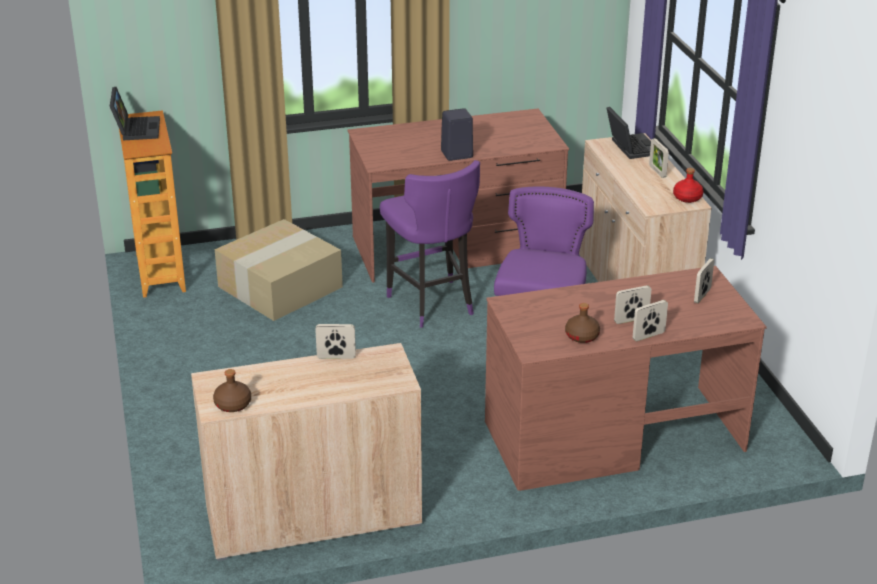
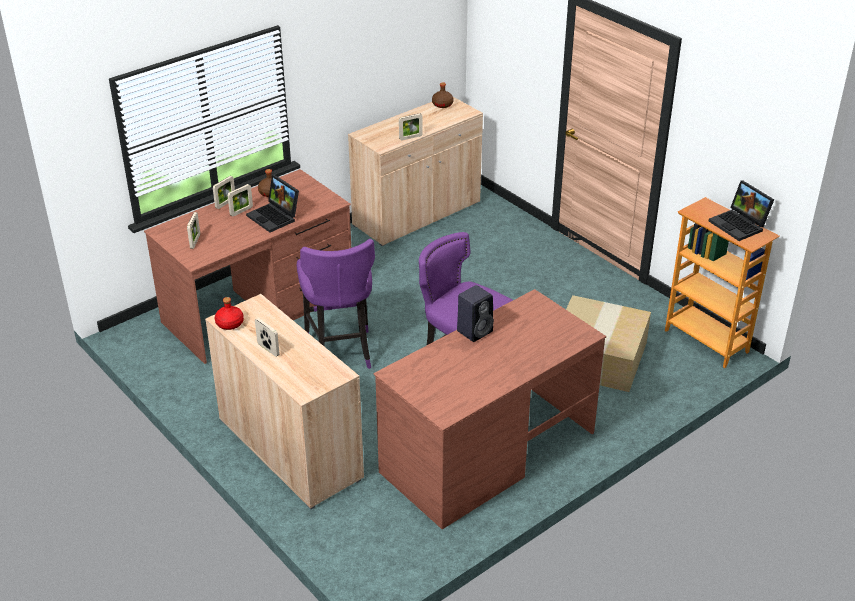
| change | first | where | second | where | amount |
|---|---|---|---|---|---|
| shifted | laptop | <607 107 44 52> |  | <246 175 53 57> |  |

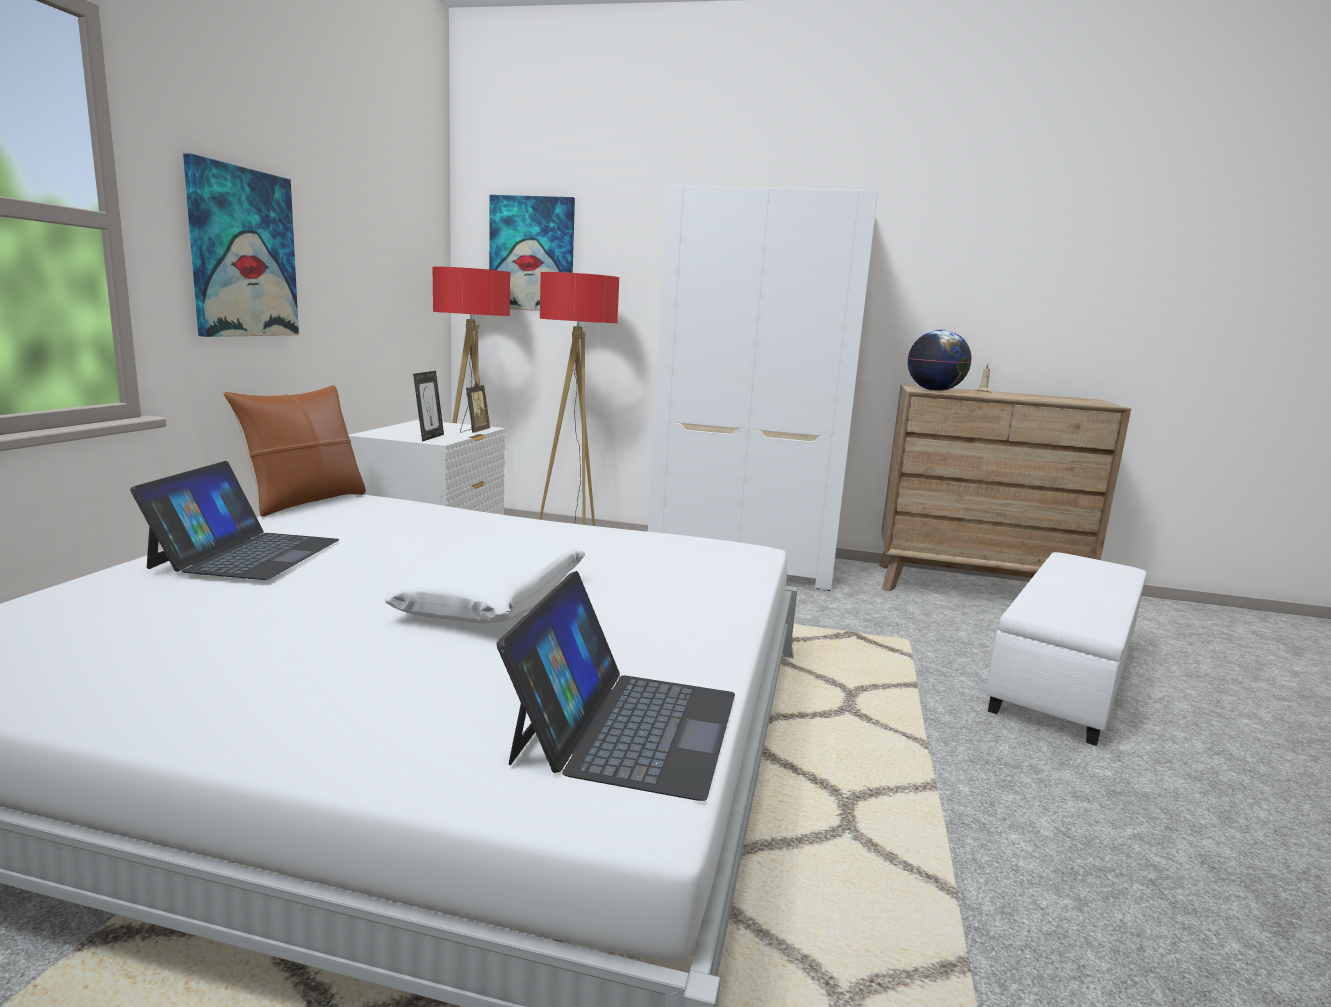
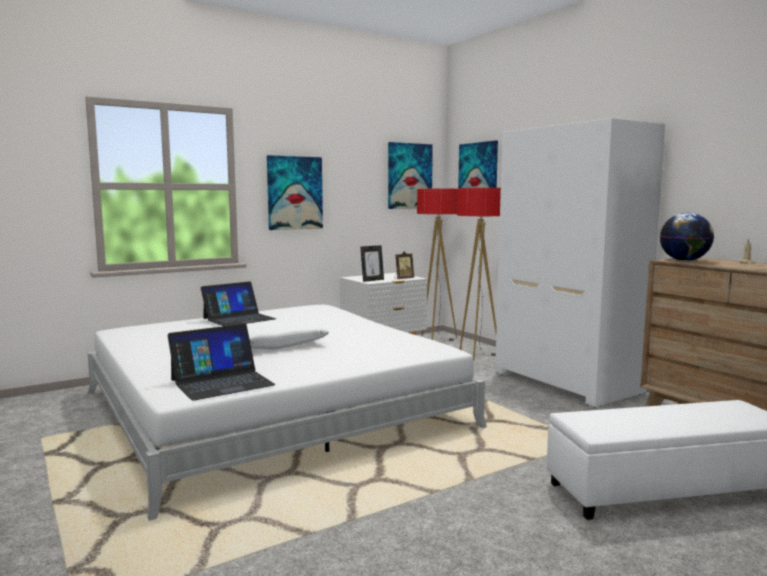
| change | first | where | second | where | amount |
|---|---|---|---|---|---|
| new |  |  | wall art | <388 142 45 67> |  |
| gone | brownish pillow | <223 385 143 132> |  |  |  |

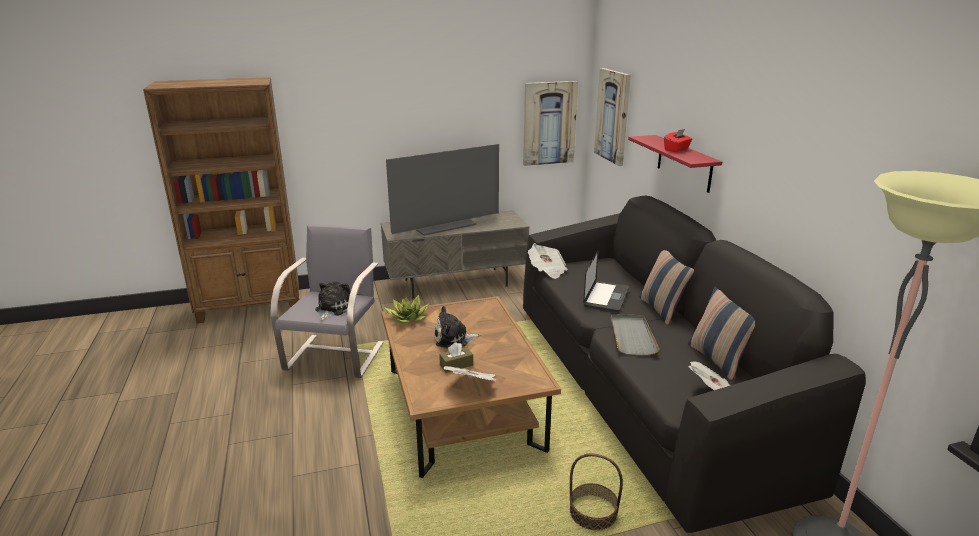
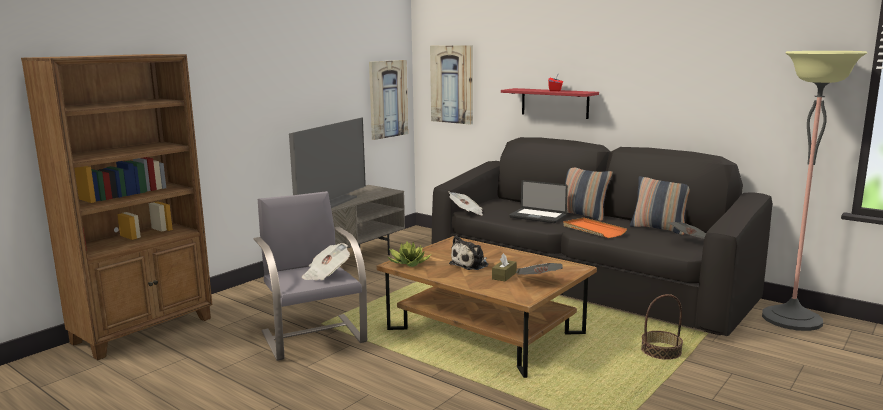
| change | first | where | second | where | amount |
|---|---|---|---|---|---|
| swapped | plush toy | <315 281 35 40> | printed paper | <302 243 48 37> |  |
| rotated | laptop | <583 251 46 61> |  | <509 180 59 43> | 135 degrees clockwise |
| repainted | grey carrying tray | <611 314 49 41> | orangey carrying tray | <563 217 64 21> |  |

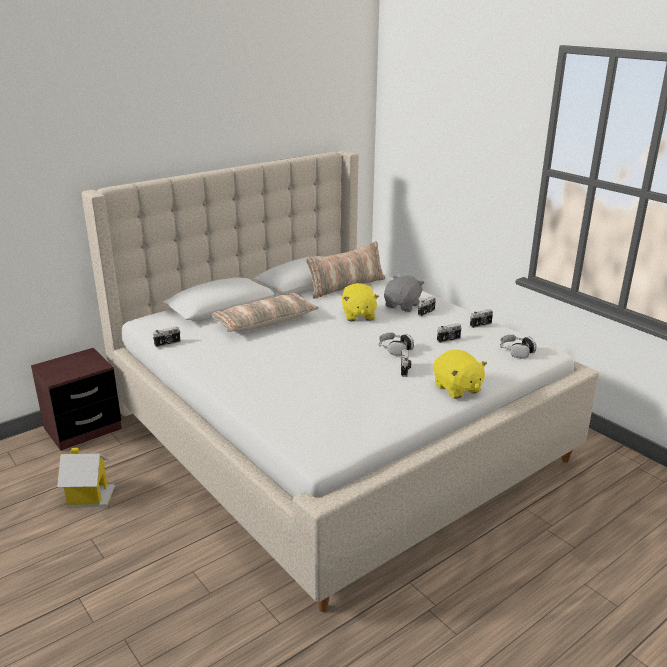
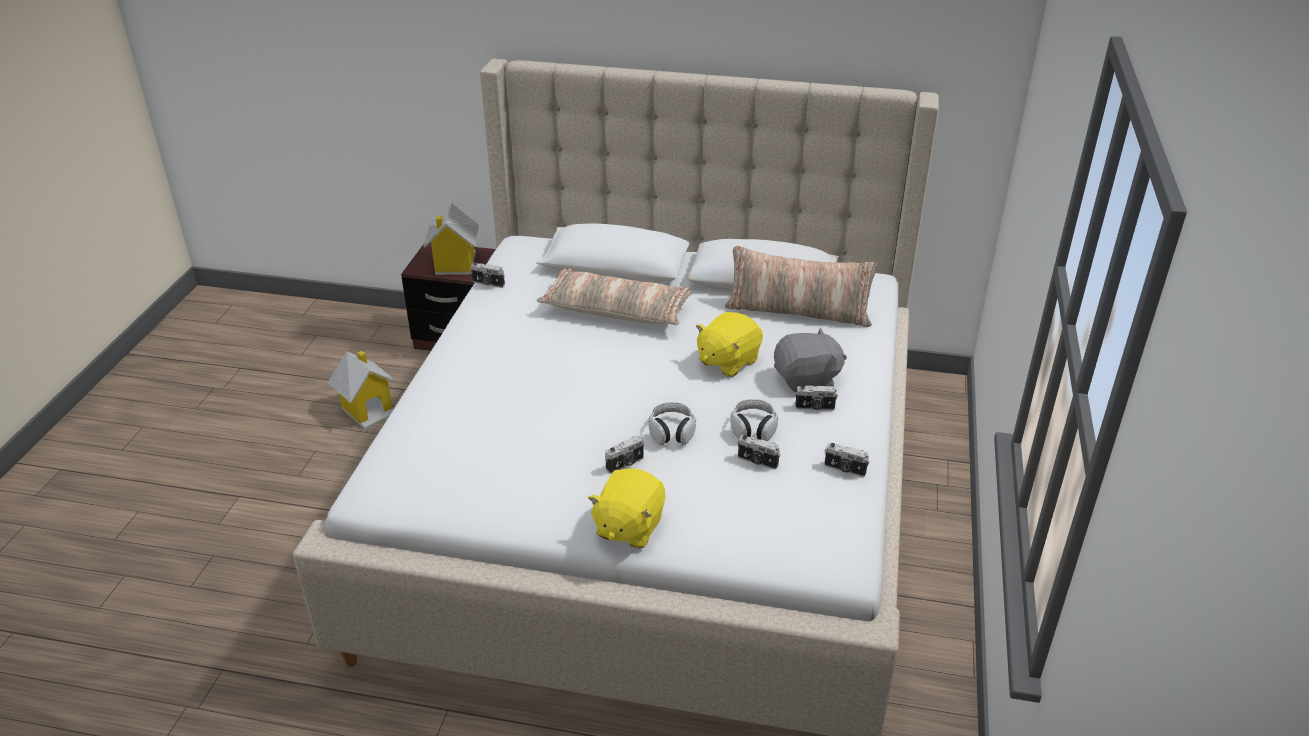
| change | first | where | second | where | amount |
|---|---|---|---|---|---|
| new |  |  | miniature house | <423 203 56 72> |  |
| shifted | headphones | <500 335 37 23> |  | <730 399 48 42> |  |

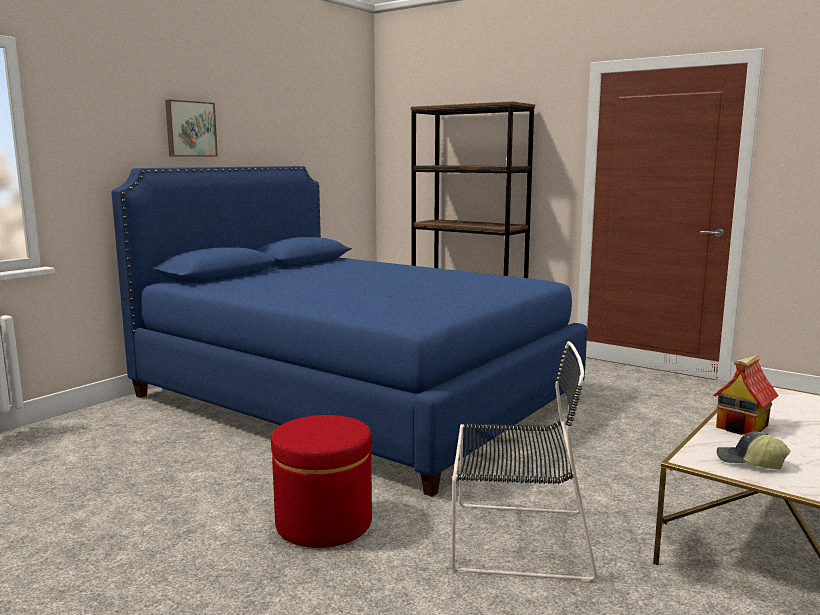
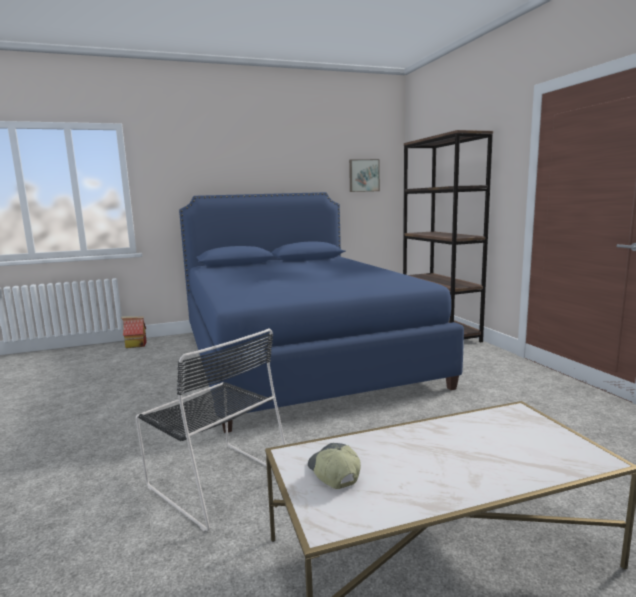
| change | first | where | second | where | amount |
|---|---|---|---|---|---|
| shifted | miniature house | <713 355 66 80> |  | <121 316 26 32> |  |
| shifted | wall art | <165 99 53 58> |  | <349 159 31 33> |  |
| gone | red footrest | <271 415 101 133> |  |  |  |

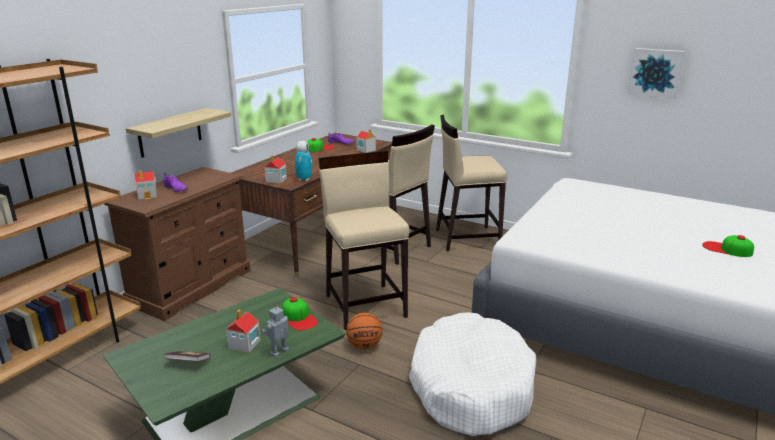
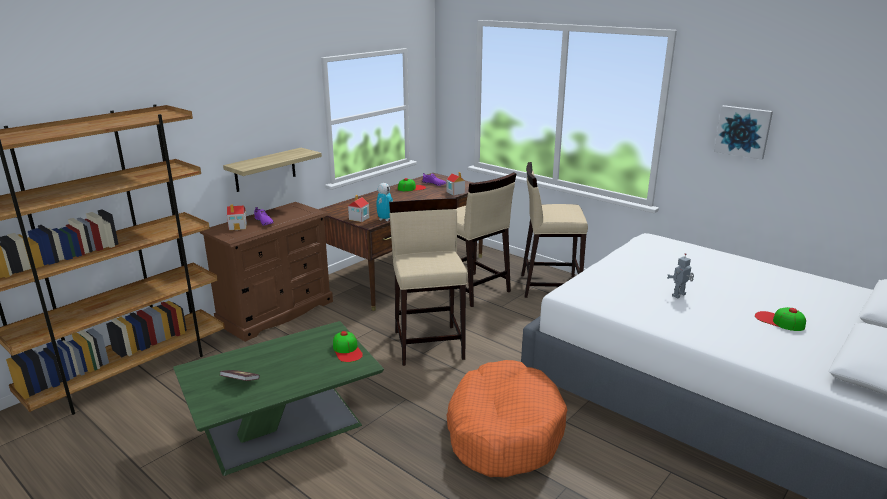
| change | first | where | second | where | amount |
|---|---|---|---|---|---|
| repainted | whitish pet bed | <409 312 127 124> | orangey pet bed | <447 360 120 117> |  |
| shifted | model robot | <261 304 28 54> |  | <667 253 27 45> |  |
| gone | miniature house | <226 309 35 44> |  |  |  |
| gone | basketball ball | <346 313 36 37> |  |  |  |

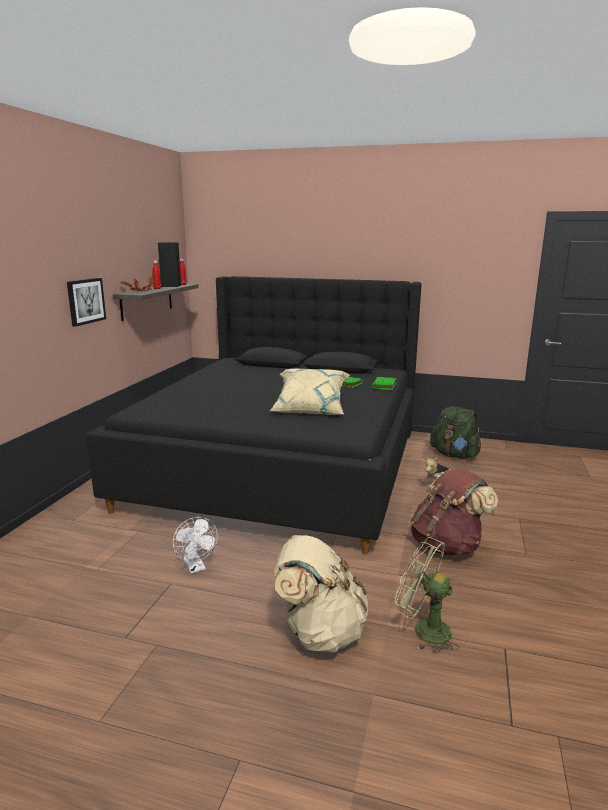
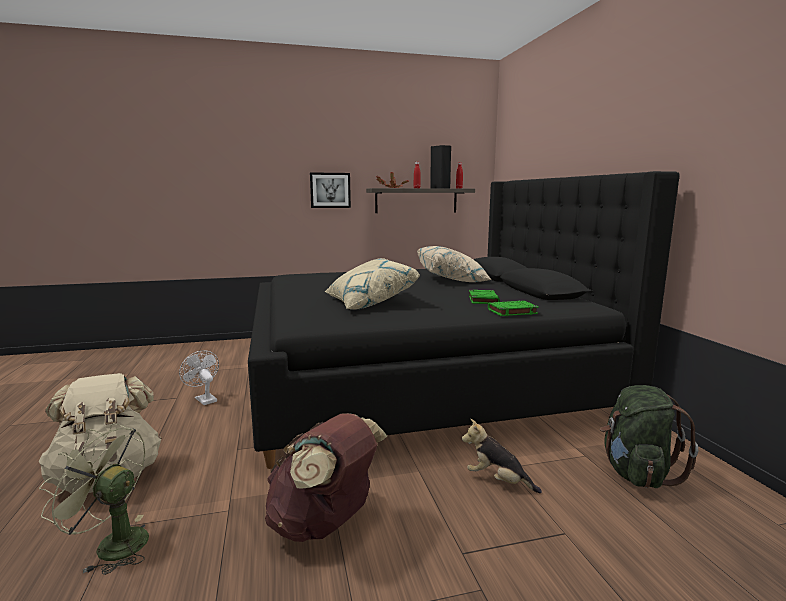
| change | first | where | second | where | amount |
|---|---|---|---|---|---|
| rotated | green-coloured fan | <395 537 64 117> |  | <39 423 110 152> | 75 degrees counterclockwise |
| rotated | whitish fan | <173 517 45 57> |  | <179 350 40 55> | 105 degrees clockwise |
| new |  |  | beige pillow | <417 246 75 36> |  |

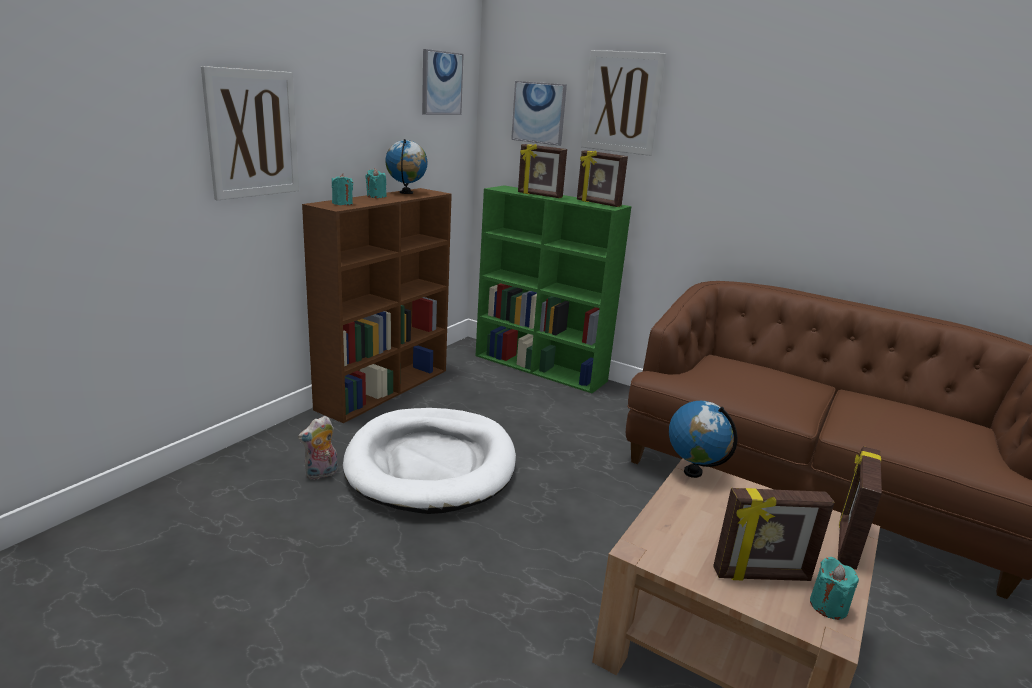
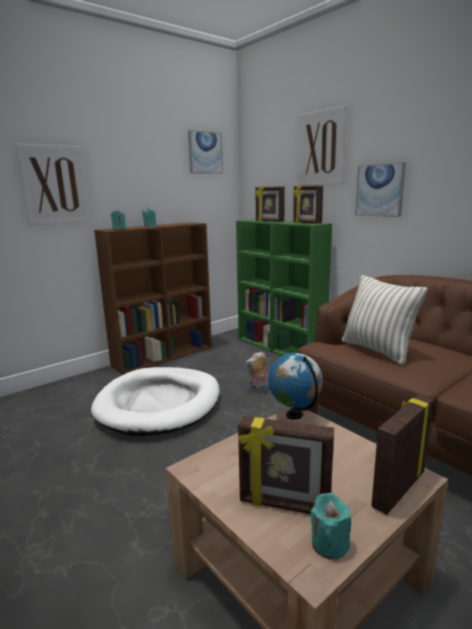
| change | first | where | second | where | amount |
|---|---|---|---|---|---|
| shifted | plush toy | <298 416 40 64> |  | <245 351 23 42> |  |
| new |  |  | pillow | <342 275 86 90> |  |
| shifted | wall art | <511 81 56 65> |  | <355 162 51 55> |  |
| gone | globe | <385 139 43 55> |  |  |  |

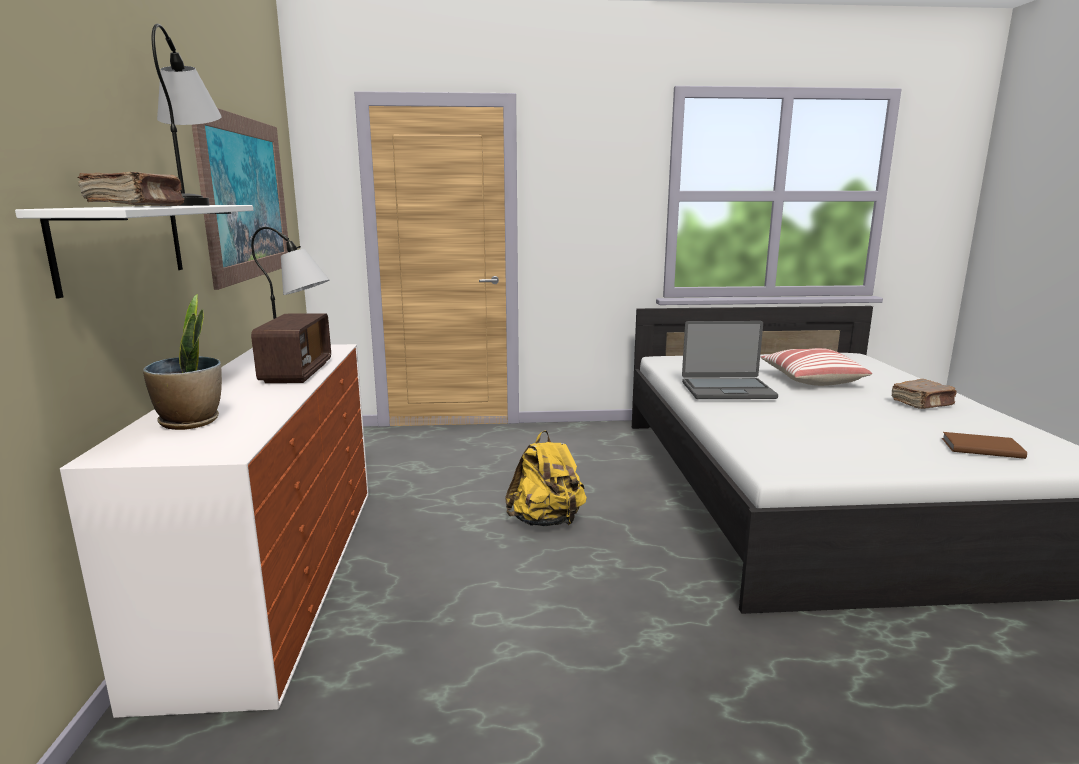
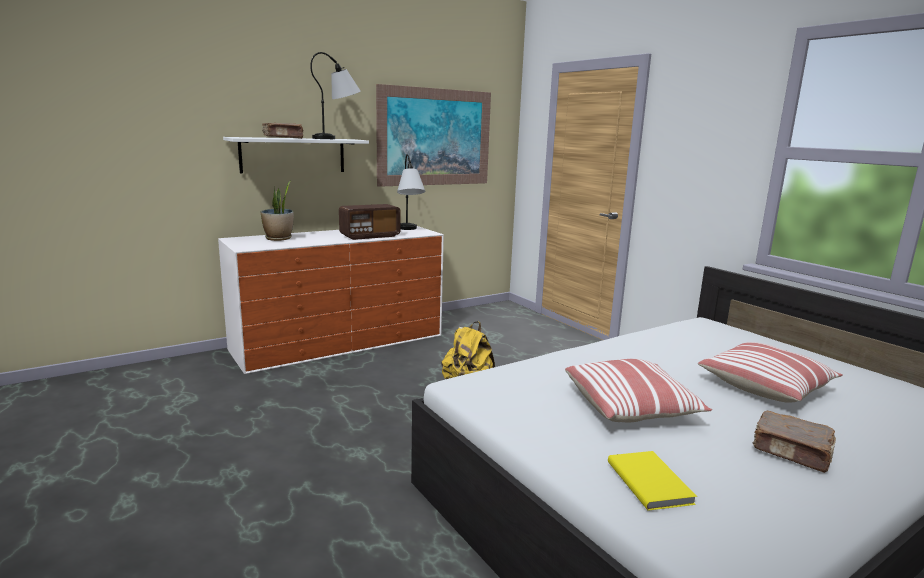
| change | first | where | second | where | amount |
|---|---|---|---|---|---|
| new |  |  | pillow | <565 359 147 63> |  |
| repainted | brownish volume | <942 432 85 27> | yellowish volume | <608 451 89 60> |  |
| gone | laptop | <682 321 96 78> |  |  |  |

